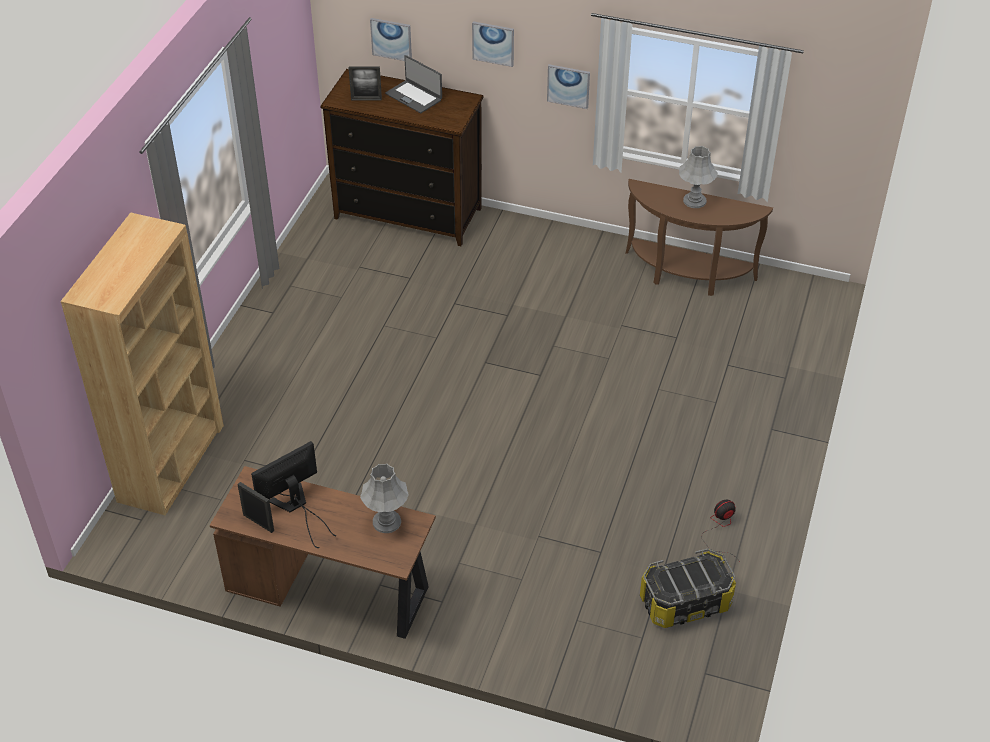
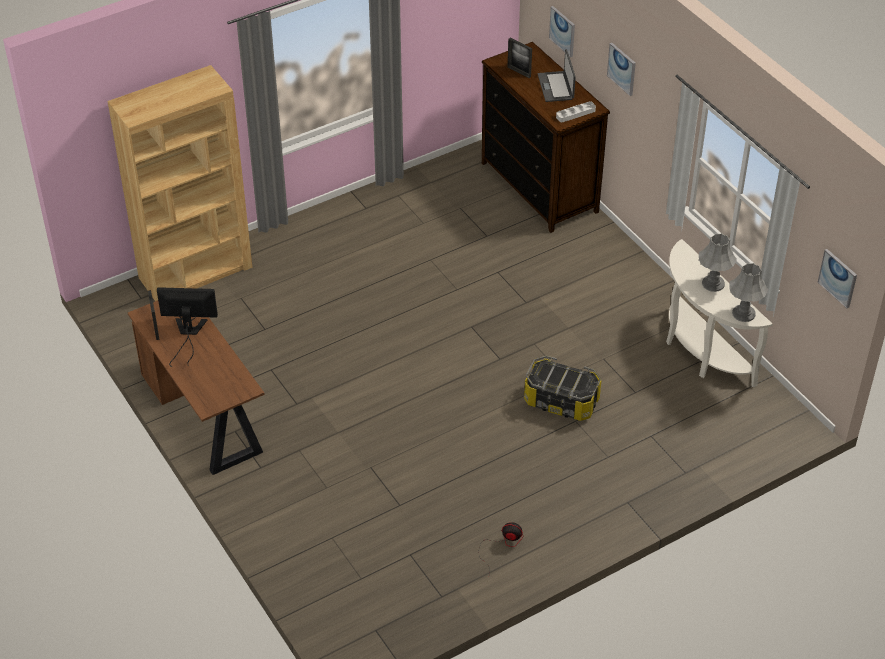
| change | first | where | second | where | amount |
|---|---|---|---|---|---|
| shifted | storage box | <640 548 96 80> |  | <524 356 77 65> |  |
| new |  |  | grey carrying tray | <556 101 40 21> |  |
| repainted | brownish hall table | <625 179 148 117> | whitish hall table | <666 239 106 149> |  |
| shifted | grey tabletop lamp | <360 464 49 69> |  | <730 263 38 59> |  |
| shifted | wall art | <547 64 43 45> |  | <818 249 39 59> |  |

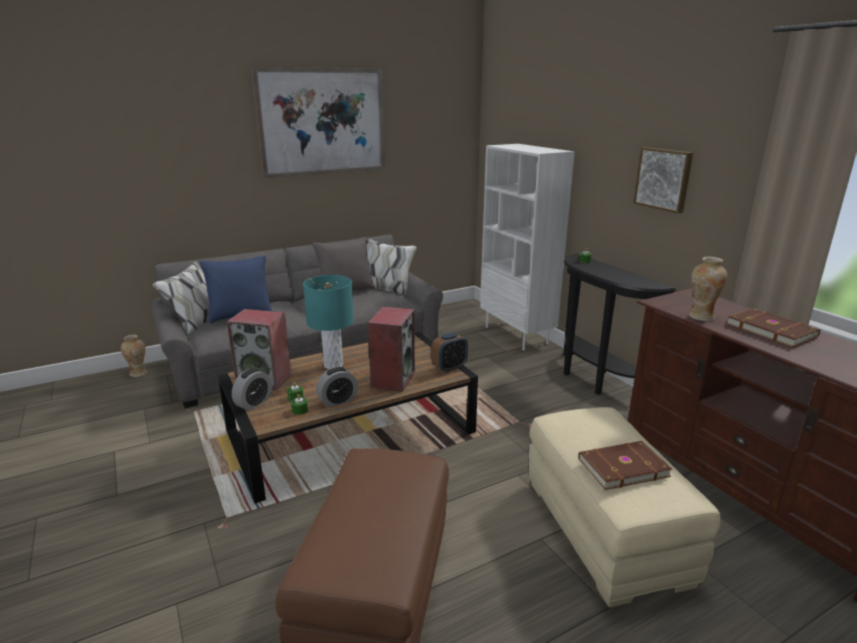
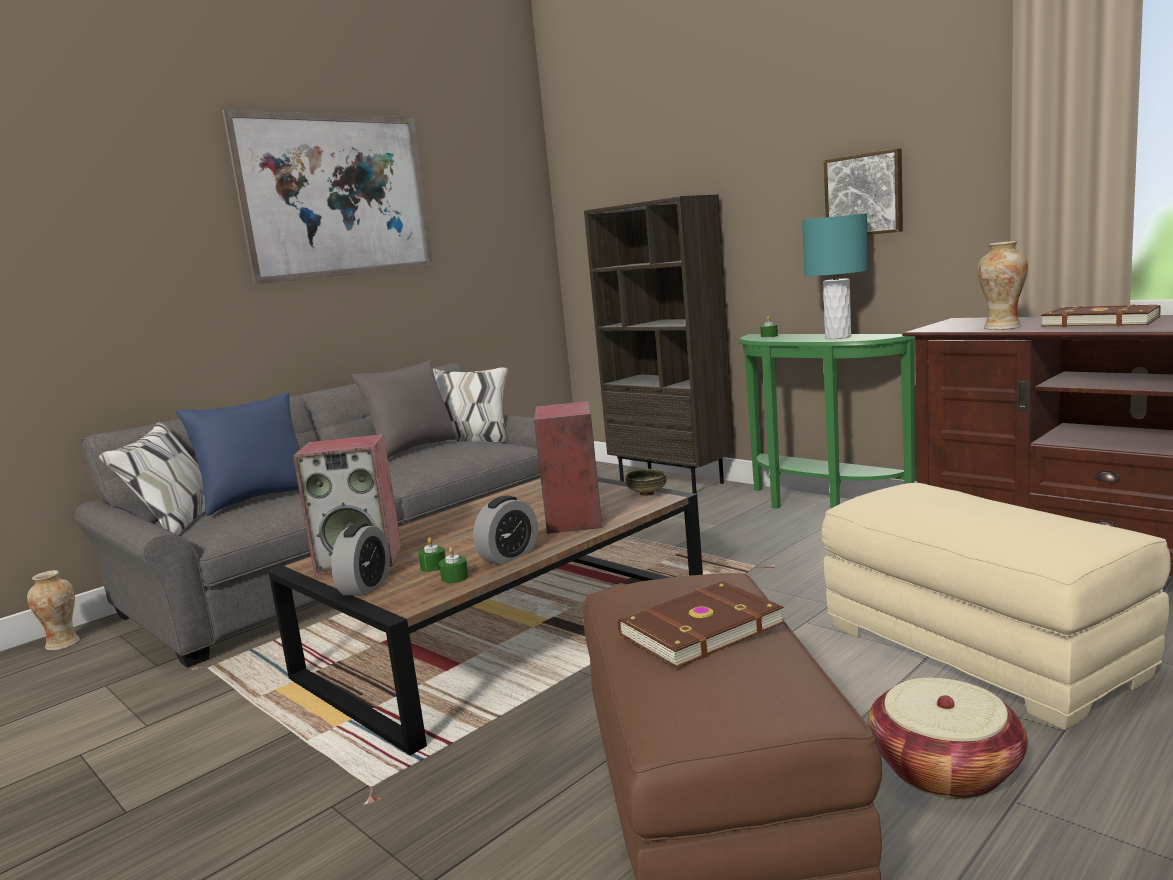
| change | first | where | second | where | amount |
|---|---|---|---|---|---|
| repainted | whitish shelving unit | <480 144 95 206> | brownish shelving unit | <584 194 150 300> |  |
| shifted | brownish volume | <578 441 94 49> |  | <618 581 167 87> |  |
| swapped | alarm clock | <431 332 37 41> | deep dish | <625 469 42 27> |  |
| repainted | black hall table | <563 253 113 142> | green-coloured hall table | <738 334 177 175> |  |
| shifted | turquoise tabletop lamp | <303 275 51 94> |  | <802 213 66 126> |  |
| new |  |  | household basket | <868 678 159 121> |  |

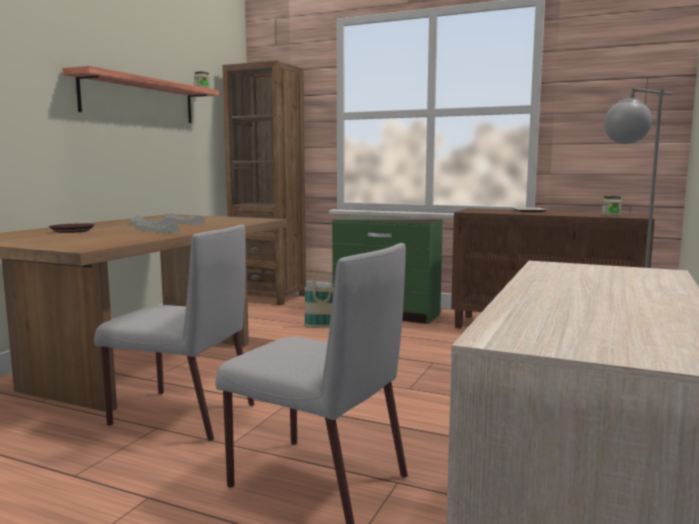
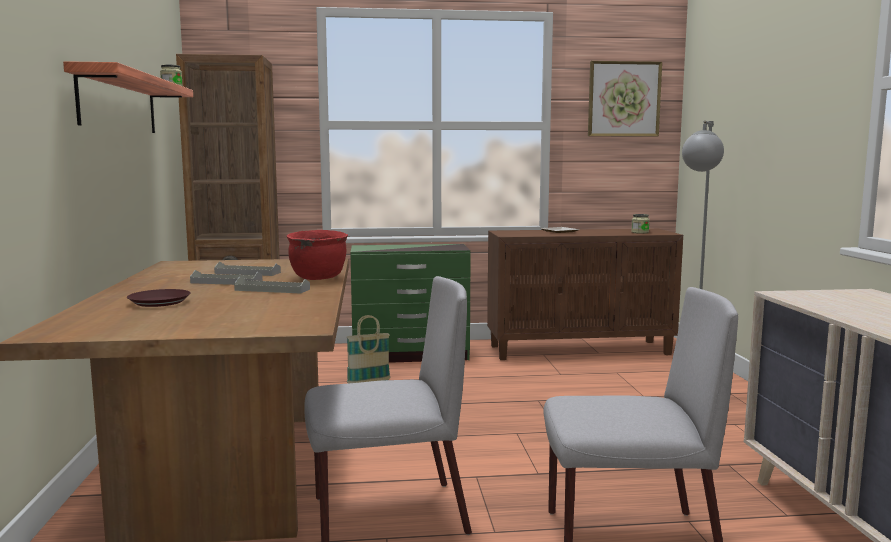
| change | first | where | second | where | amount |
|---|---|---|---|---|---|
| new |  |  | red cooking pot | <287 230 61 50> |  |
| new |  |  | wall art | <588 61 74 76> |  |

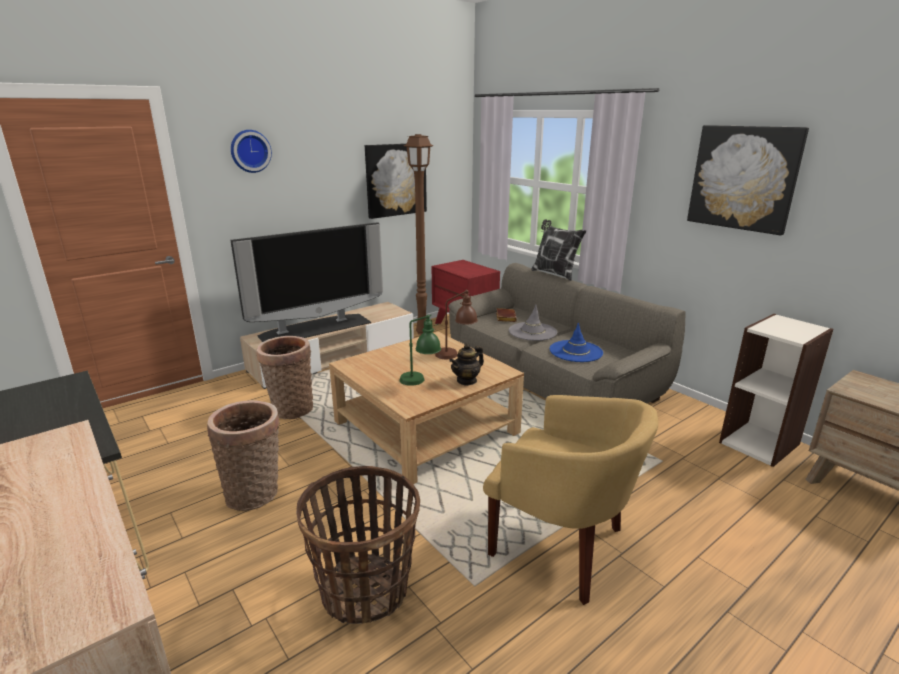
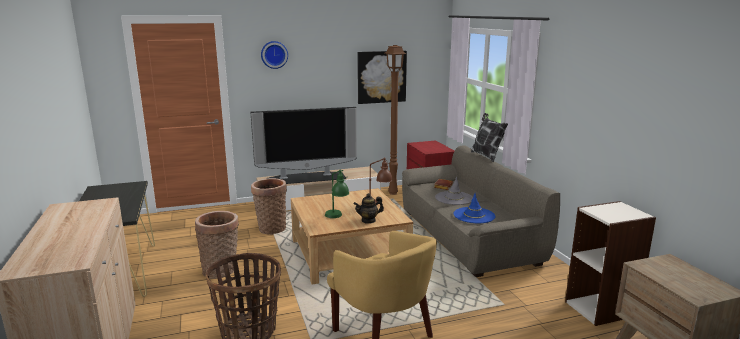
| change | first | where | second | where | amount |
|---|---|---|---|---|---|
| gone | wall art | <687 125 122 110> |  |  |  |

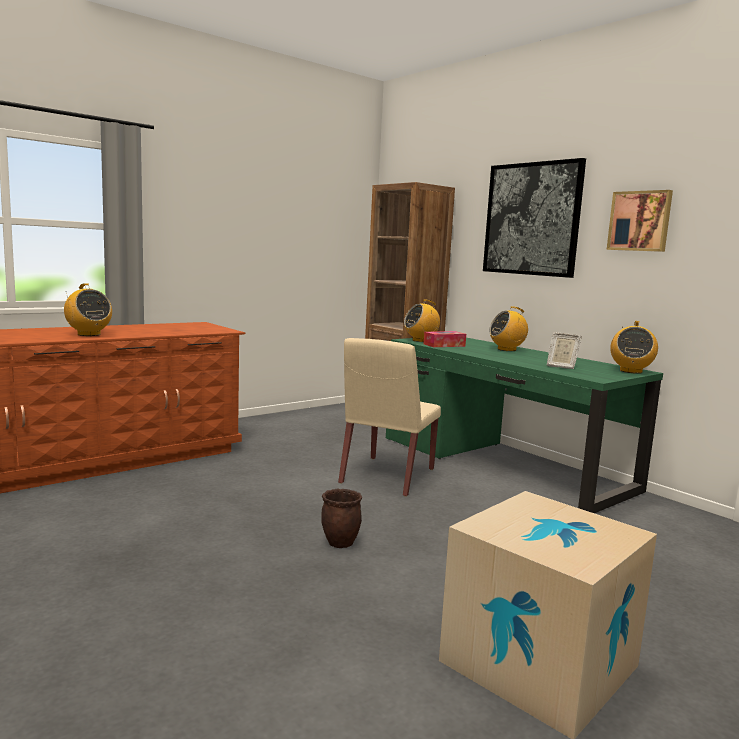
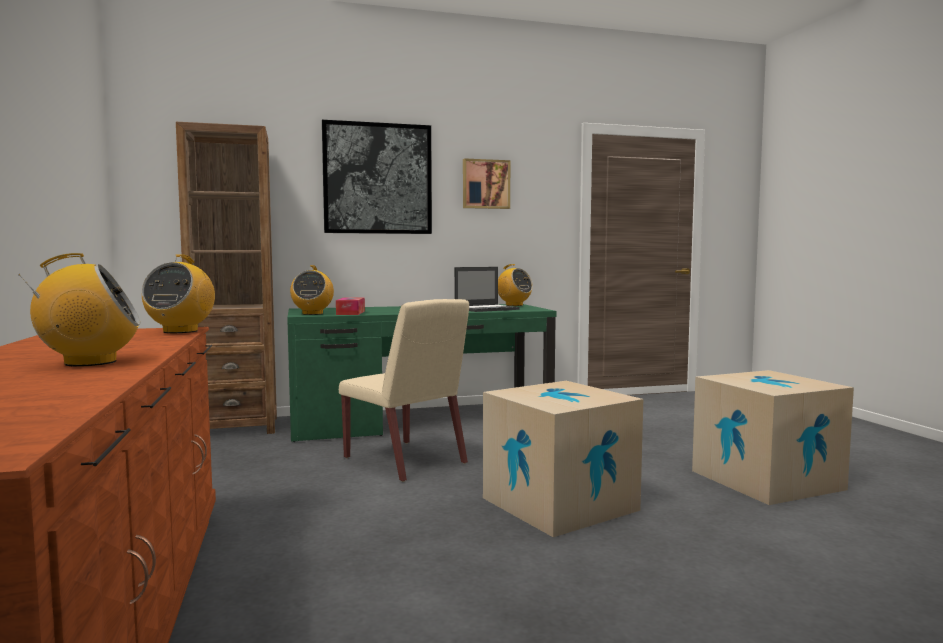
| change | first | where | second | where | amount |
|---|---|---|---|---|---|
| shifted | radio set | <489 306 39 45> |  | <142 254 73 79> |  |
| swapped | standing frame | <547 332 35 37> | laptop | <454 267 66 45> |  |
| swapped | brownish plant pot | <321 489 41 59> | packing box | <483 381 160 156> |  |

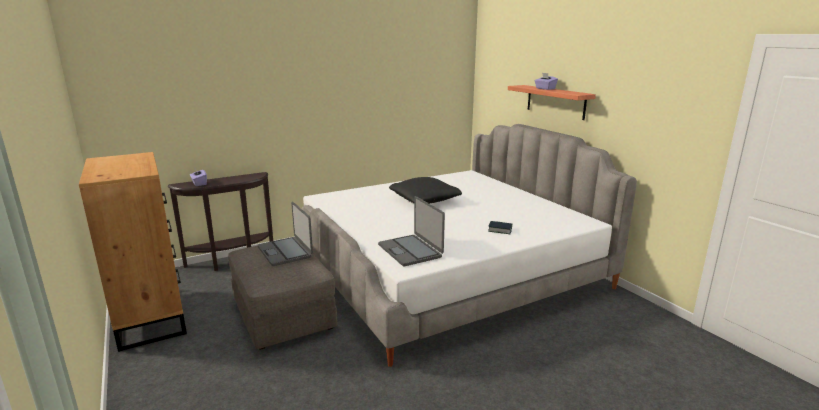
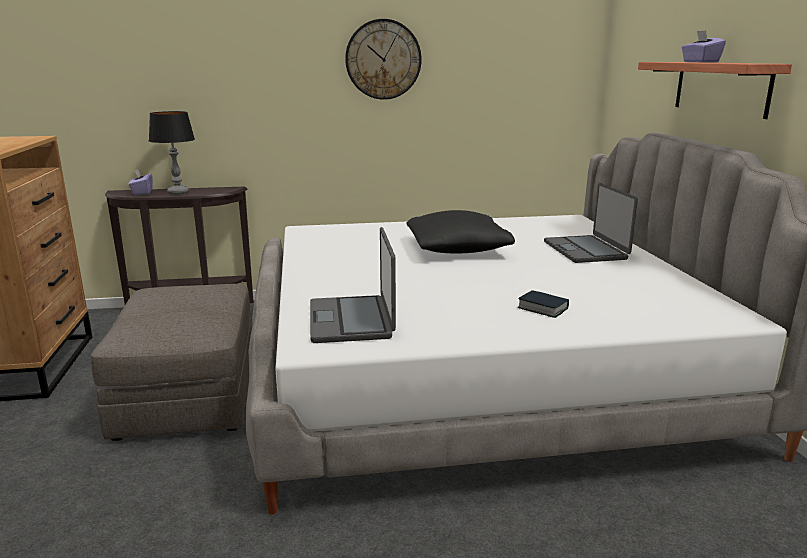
| change | first | where | second | where | amount |
|---|---|---|---|---|---|
| new |  |  | tabletop lamp | <149 111 46 84> |  |
| new |  |  | wall clock | <345 19 77 81> |  |
| shifted | laptop | <257 202 56 64> |  | <544 183 94 80> |  |

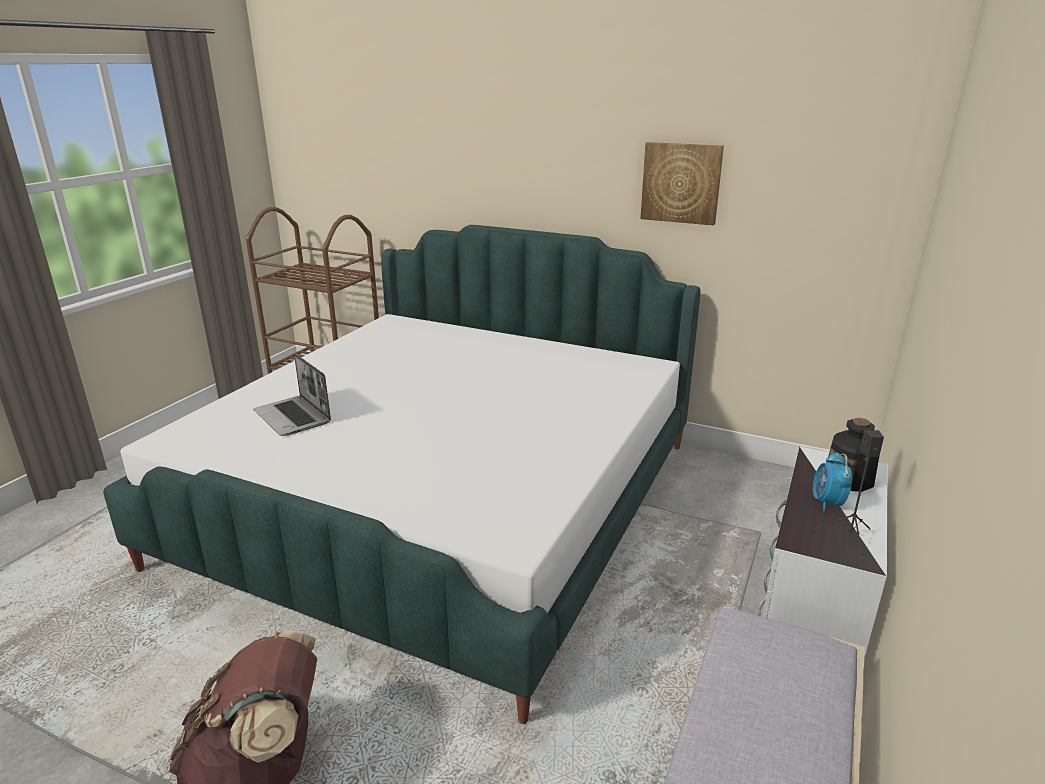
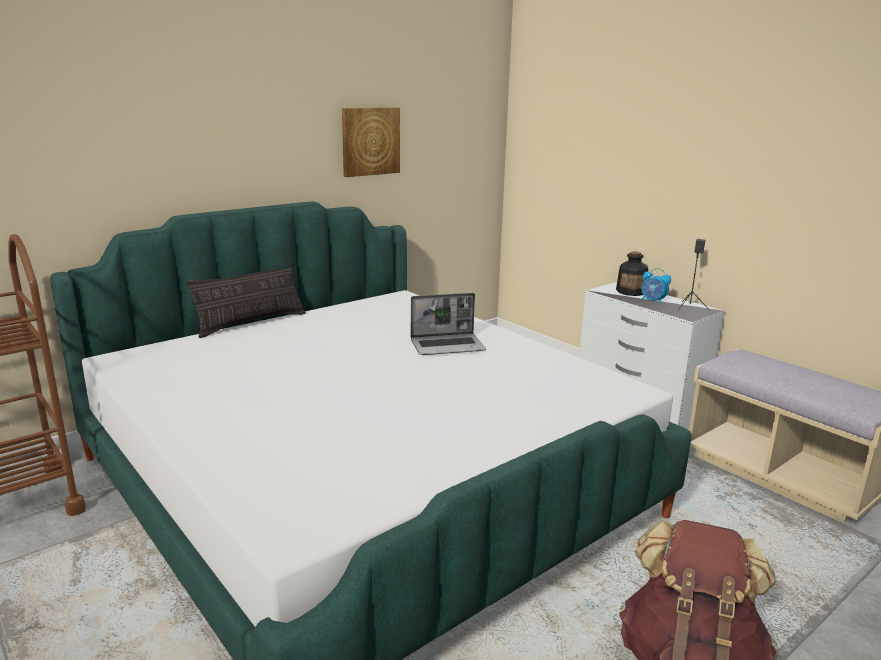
| change | first | where | second | where | amount |
|---|---|---|---|---|---|
| new |  |  | pillow | <186 262 120 76> |  |
| shifted | laptop | <253 353 78 83> |  | <411 293 75 62> |  |

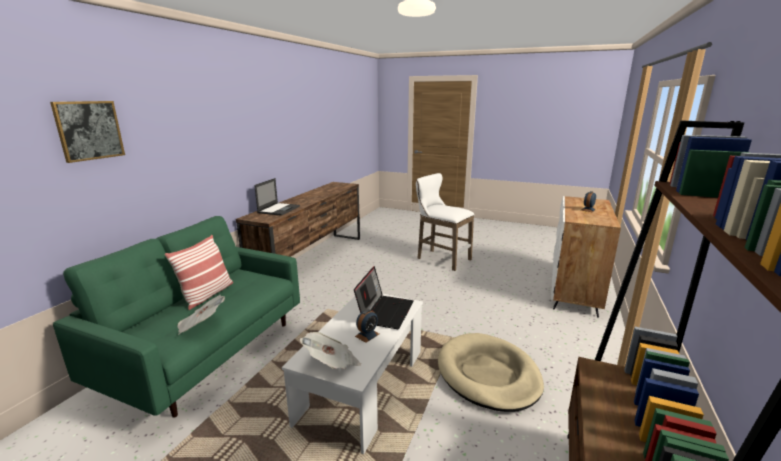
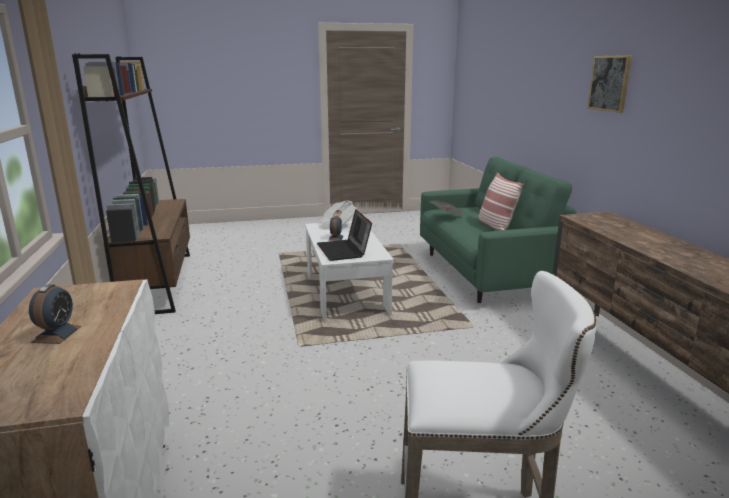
| change | first | where | second | where | amount |
|---|---|---|---|---|---|
| shifted | wall art | <50 101 75 62> |  | <587 55 45 58> |  |
| gone | laptop | <254 178 46 38> |  |  |  |
| gone | beige pet bed | <438 333 106 79> |  |  |  |

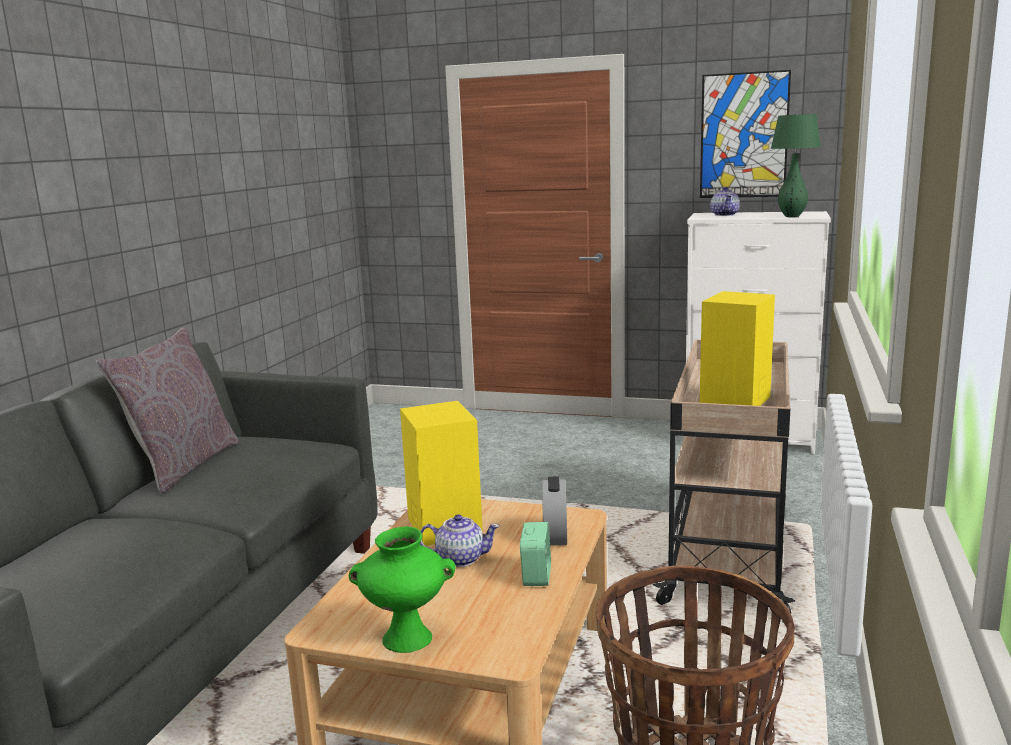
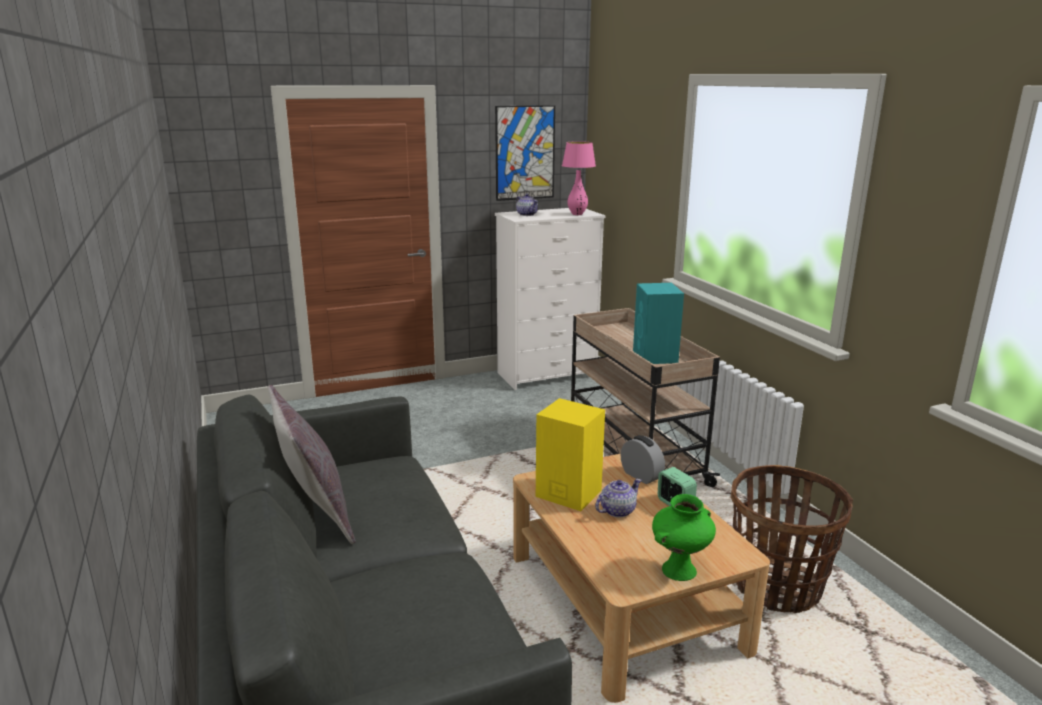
| change | first | where | second | where | amount |
|---|---|---|---|---|---|
| repainted | green-coloured tabletop lamp | <771 114 50 103> | pinkish tabletop lamp | <562 141 34 74> |  |
| repainted | yellowish audio speaker | <700 291 75 115> | turquoise audio speaker | <633 283 51 81> |  |

